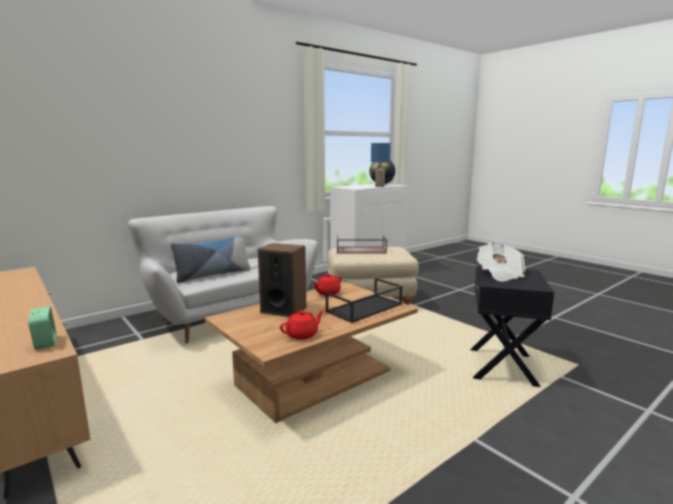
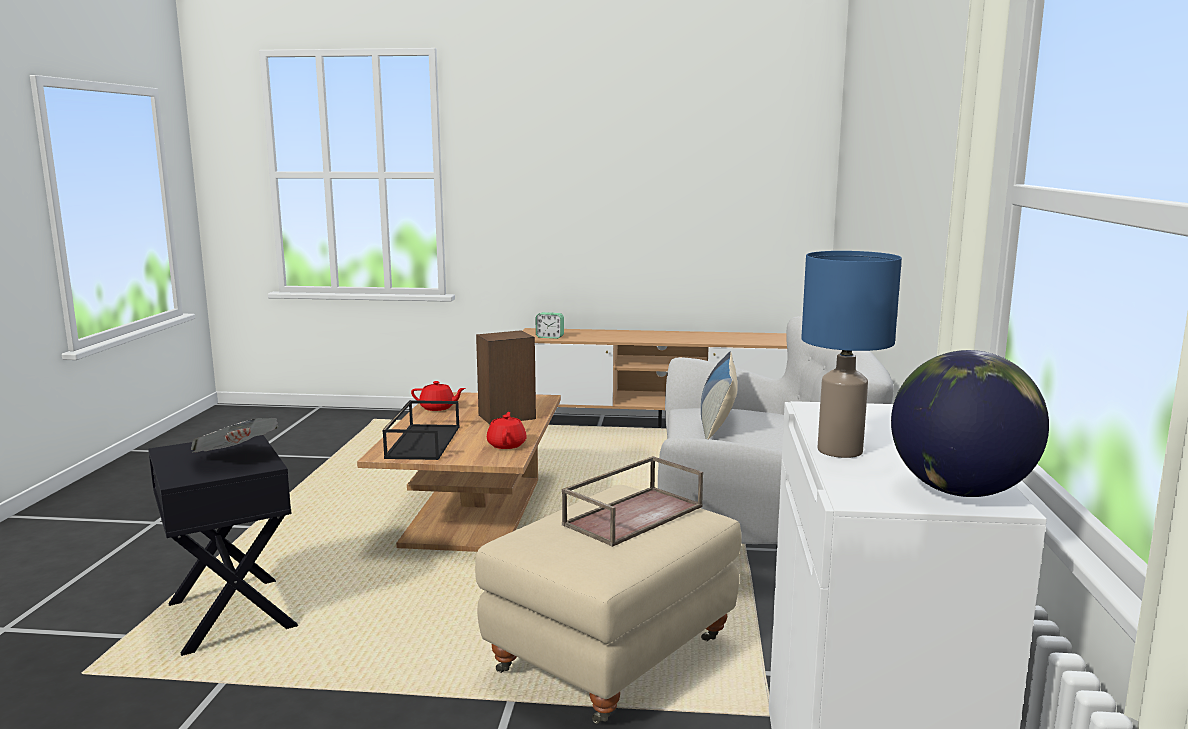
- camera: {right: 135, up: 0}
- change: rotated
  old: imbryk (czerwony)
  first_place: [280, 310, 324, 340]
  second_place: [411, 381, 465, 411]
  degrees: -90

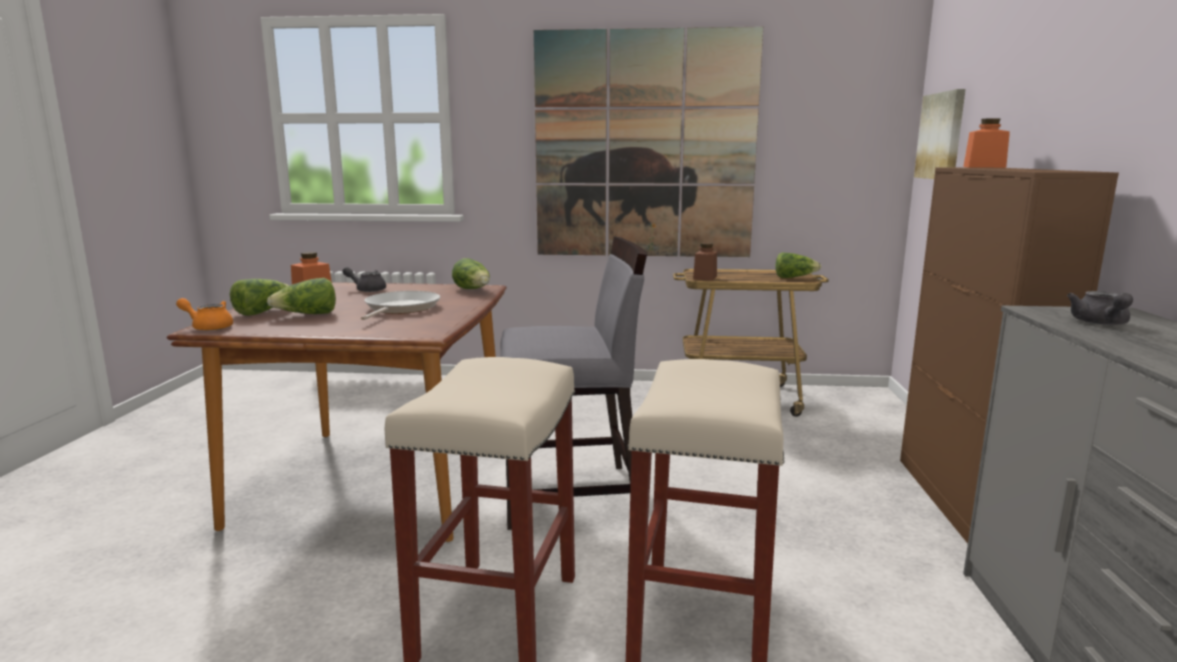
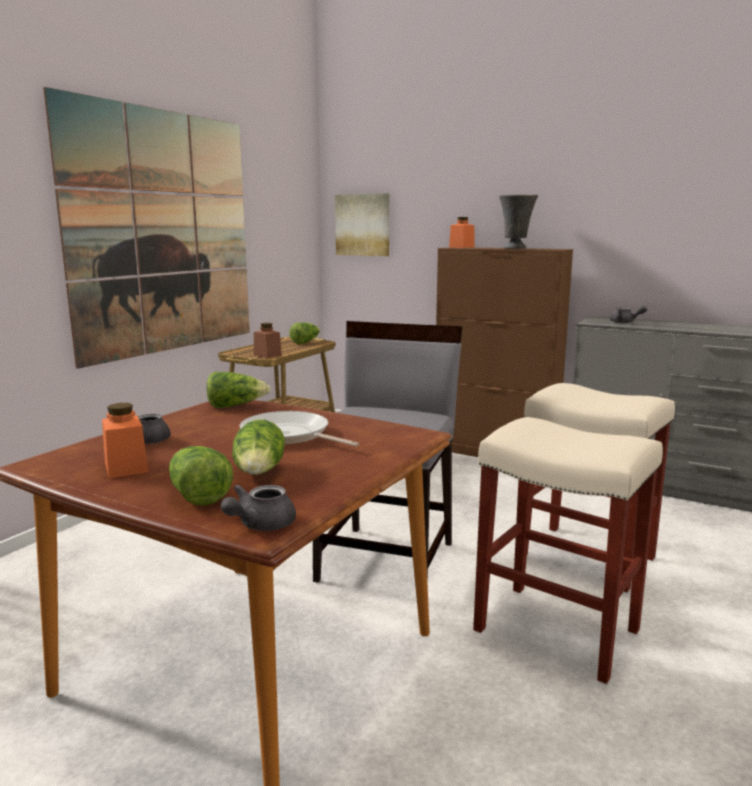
- camera: {right: -65, up: 0}
- change: repainted
  old: imbryk (pomarańczowy)
  new: imbryk (szary)
  first_place: [176, 298, 233, 331]
  second_place: [221, 485, 296, 531]
- change: new
  new: wazon (szary)
  second_place: [499, 195, 538, 249]

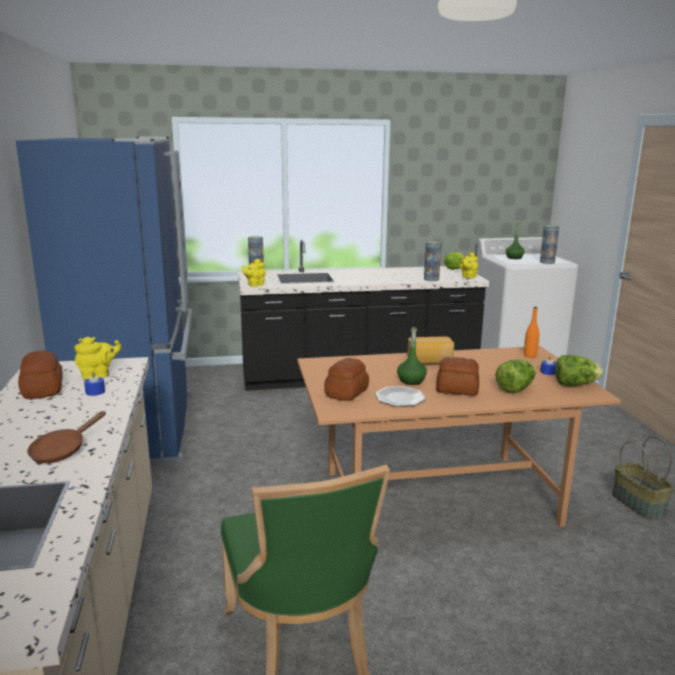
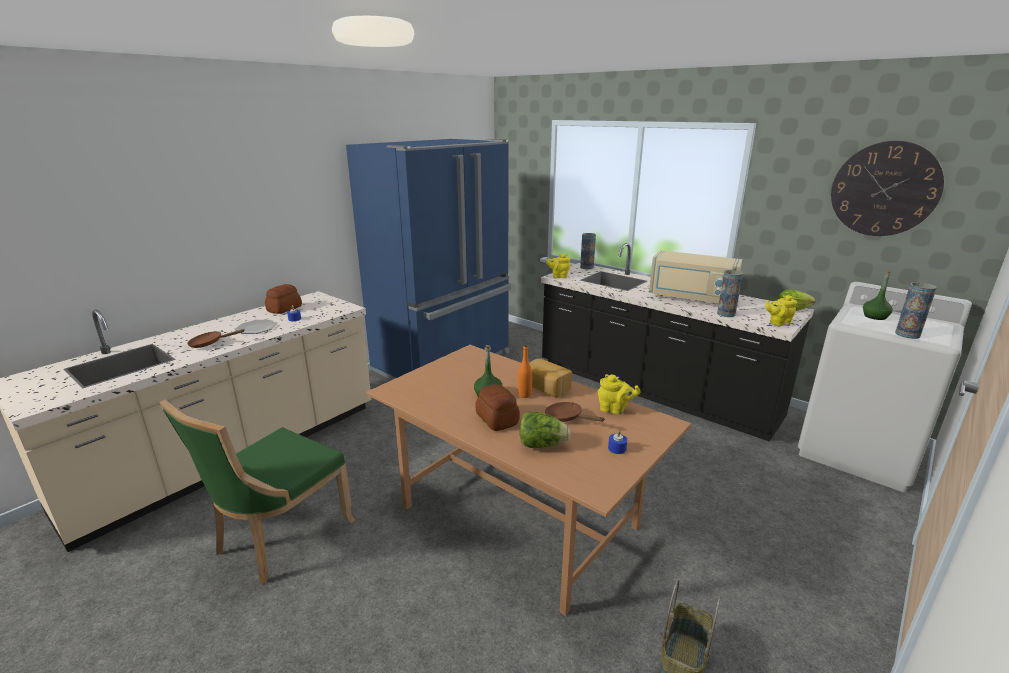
- camera: {right: 50, up: 5}
- change: shifted
  old: talerz
  first_place: [375, 386, 426, 406]
  second_place: [235, 320, 277, 334]
- change: shifted
  old: butelka (pomarańczowy)
  first_place: [524, 307, 540, 358]
  second_place: [518, 345, 532, 398]
- change: new
  new: patelnia (brązowy)
  second_place: [545, 402, 604, 422]
- change: shifted
  old: imbryk (żółty)
  first_place: [75, 337, 121, 380]
  second_place: [598, 374, 641, 414]
- change: new
  new: mikrofalówka (beżowy)
  second_place: [649, 250, 742, 303]
- change: new
  new: zegar ścienny
  second_place: [831, 141, 944, 236]
- change: gone
  old: chleb
  first_place: [324, 358, 369, 401]
- change: gone
  old: sałata
  first_place: [555, 355, 603, 386]

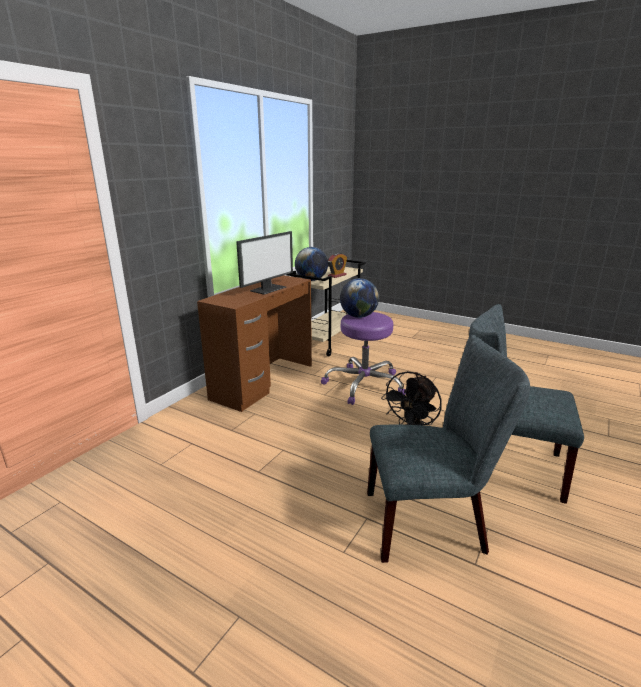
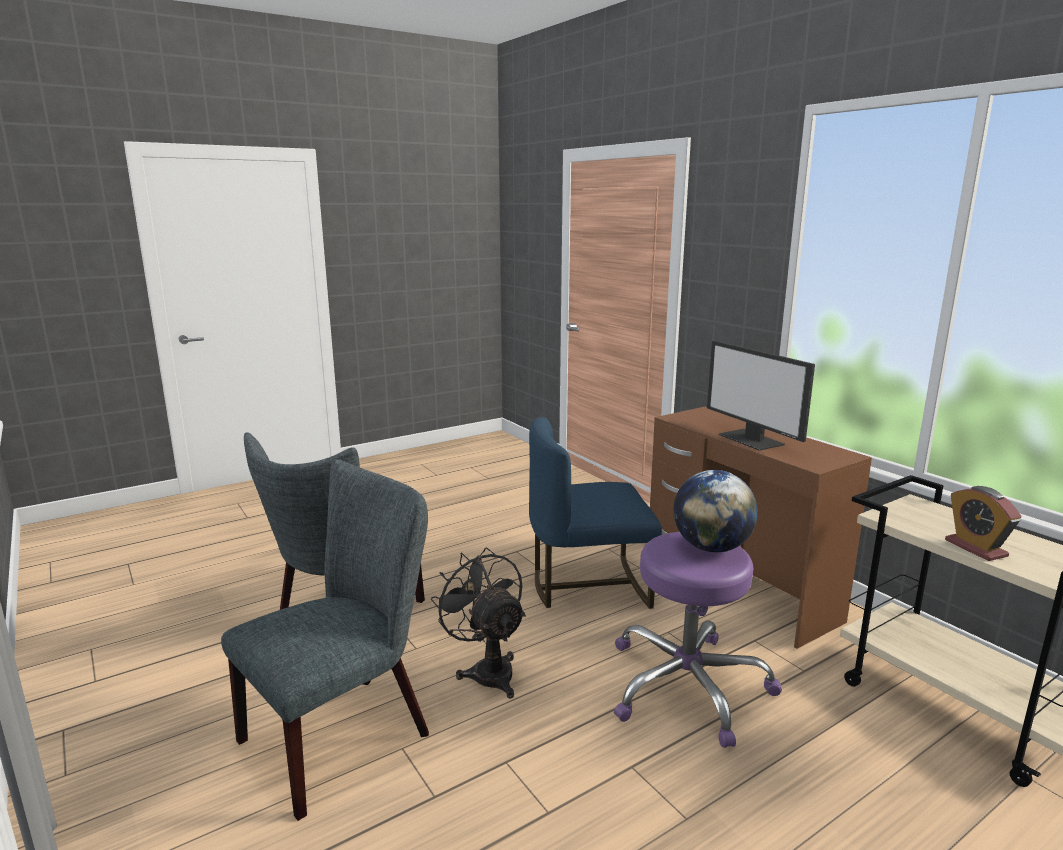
- camera: {right: 115, up: -5}
- change: new
  new: krzesło (niebieski)
  second_place: [529, 417, 662, 609]
- change: gone
  old: globus
  first_place: [295, 247, 328, 281]

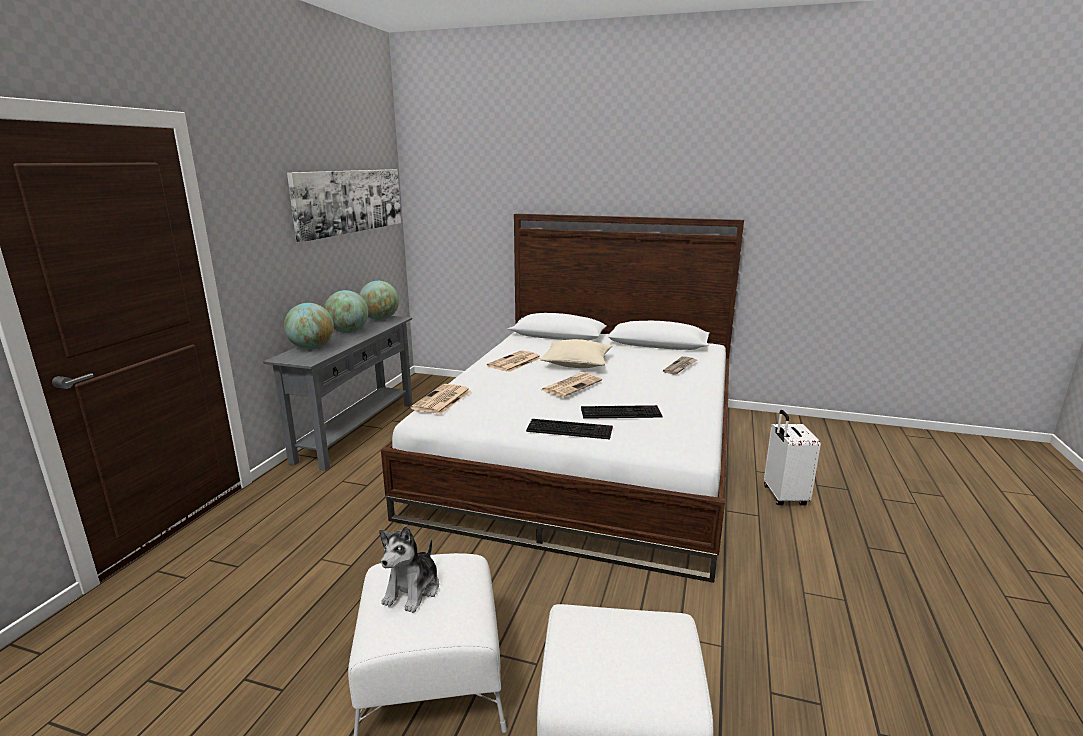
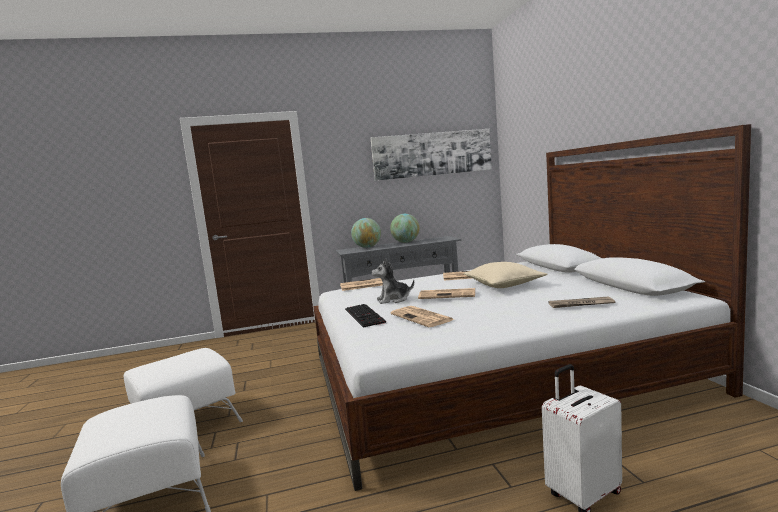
- camera: {right: 60, up: -10}
- change: shifted
  old: pluszak
  first_place: [379, 526, 439, 613]
  second_place: [371, 258, 414, 304]
- change: swapped
  old: klawiatura
  new: gazeta
  first_place: [581, 405, 663, 419]
  second_place: [390, 306, 454, 327]
- change: gone
  old: globus
  first_place: [359, 281, 399, 320]

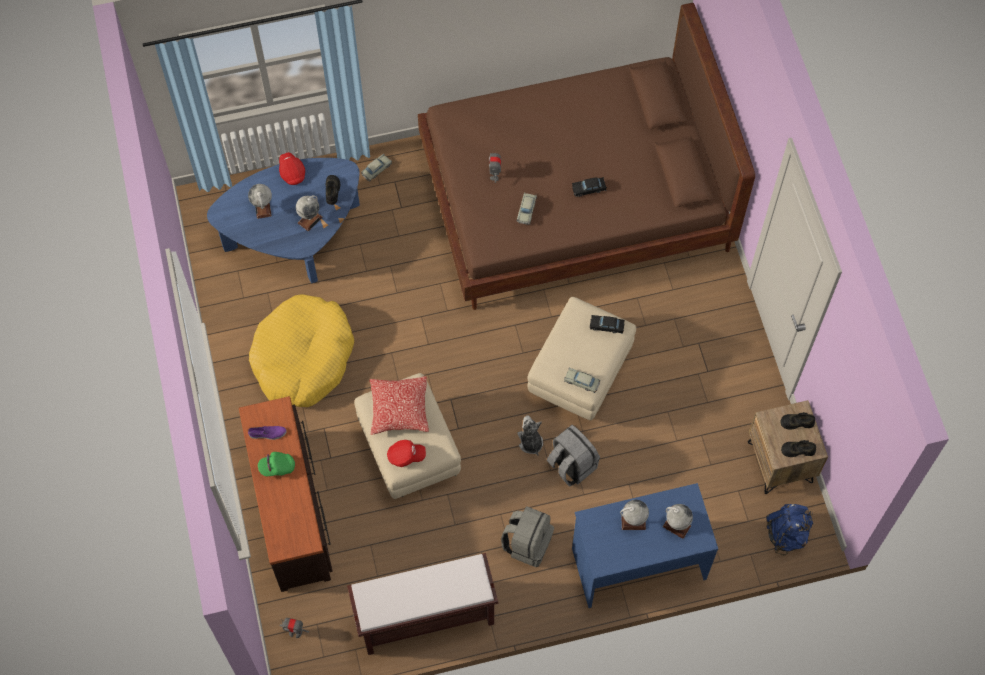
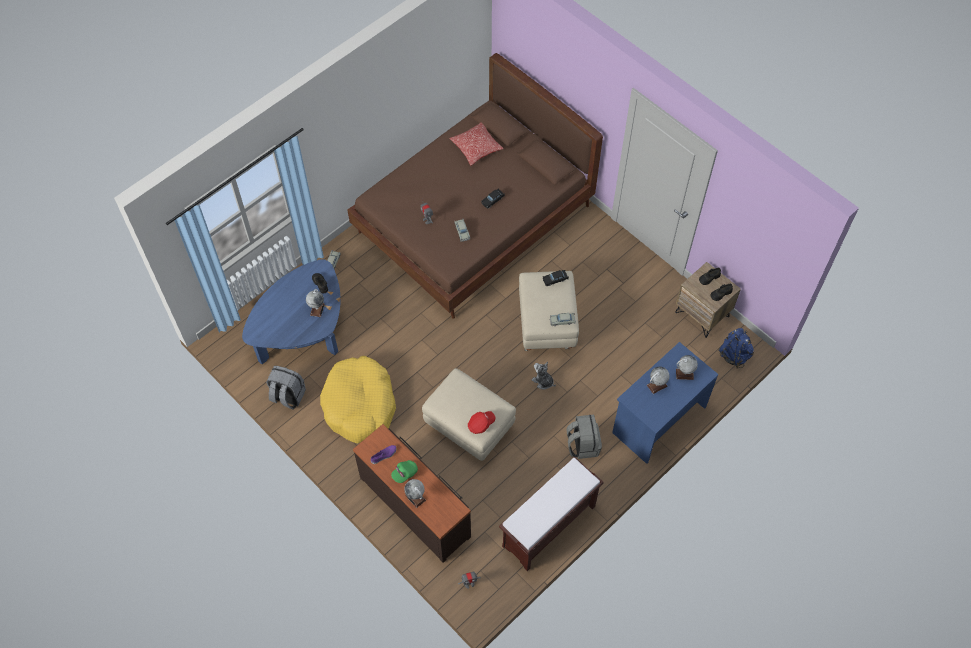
- camera: {right: -30, up: -5}
- change: shifted
  old: plecak (szary)
  first_place: [547, 425, 600, 487]
  second_place: [266, 366, 306, 410]
- change: shifted
  old: globus
  first_place: [248, 184, 272, 219]
  second_place: [404, 479, 426, 508]
- change: shifted
  old: poduszka
  first_place: [370, 376, 429, 435]
  second_place: [449, 123, 504, 165]
- change: gone
  old: czapka z daszkiem (czerwony)
  first_place: [279, 152, 305, 185]

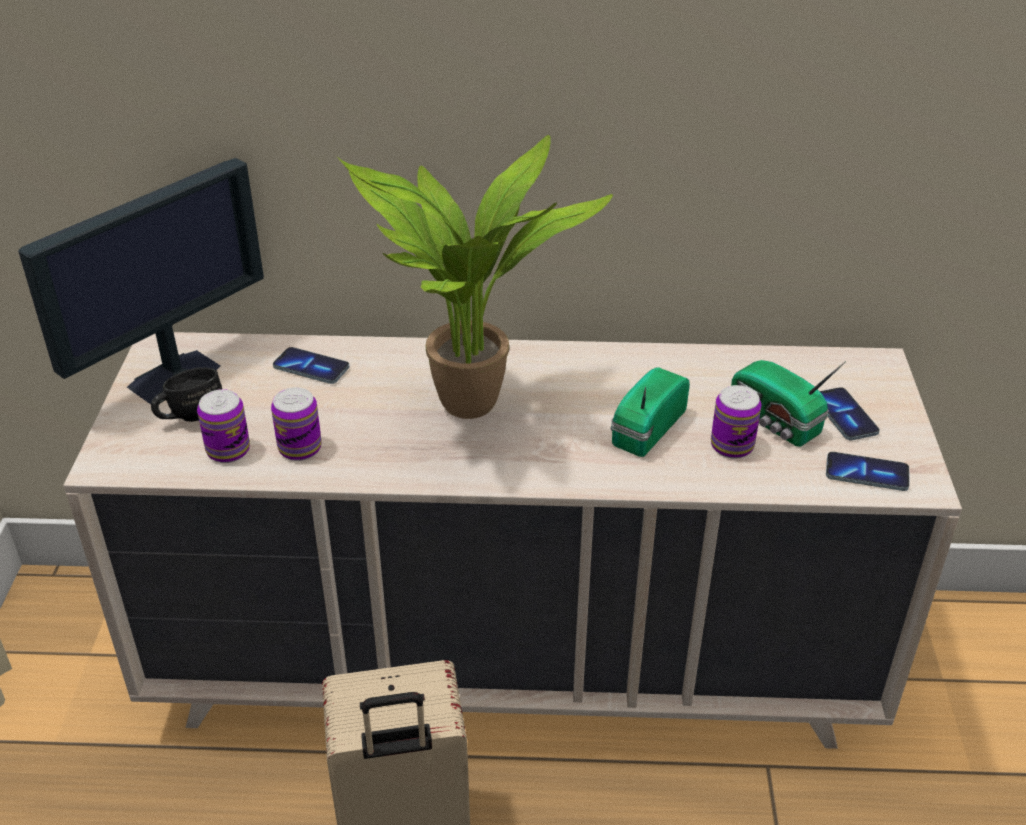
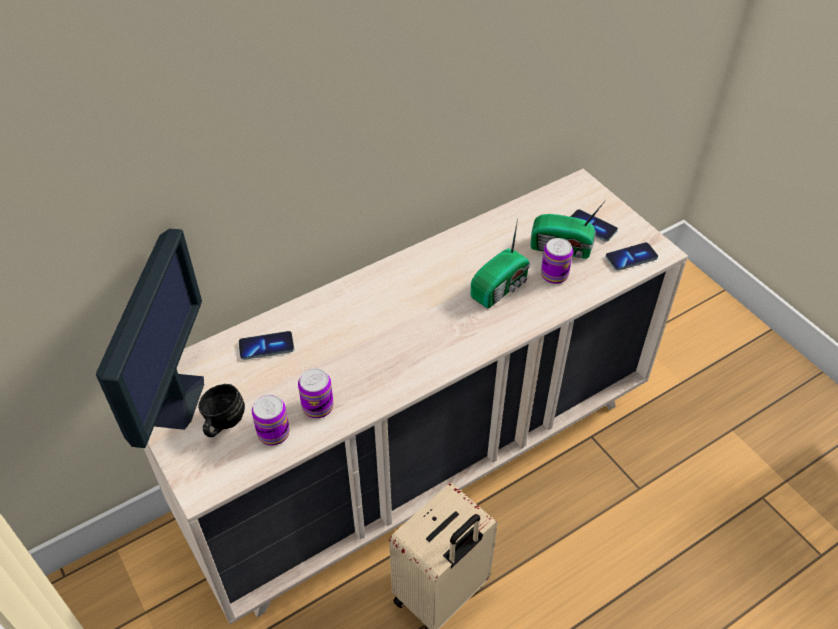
- camera: {right: -35, up: 10}
- change: rotated
  old: radio
  first_place: [611, 367, 690, 457]
  second_place: [470, 219, 530, 308]
  degrees: -135
- change: gone
  old: roślina doniczkowa
  first_place: [337, 135, 613, 419]

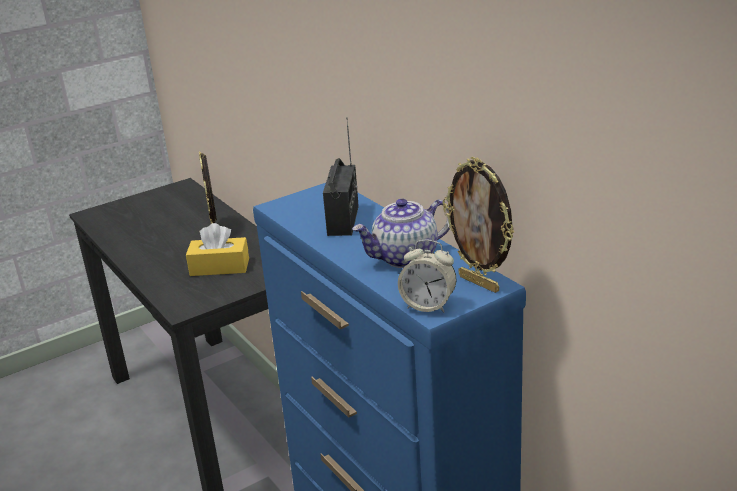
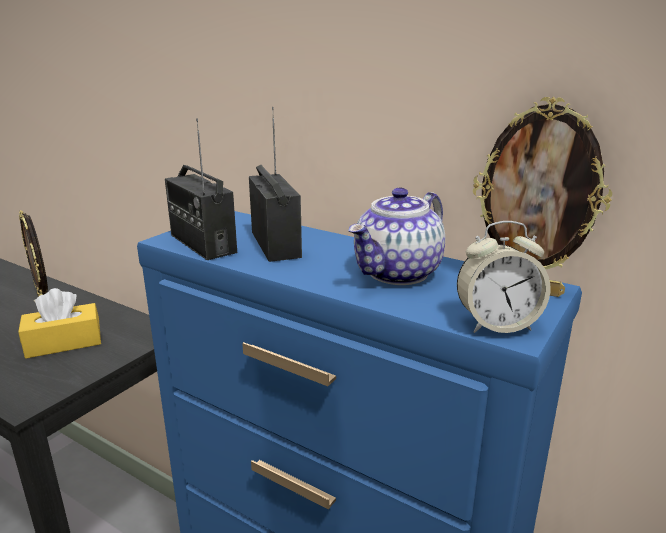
- camera: {right: -25, up: -5}
- change: new
  new: radio
  second_place: [165, 118, 237, 260]

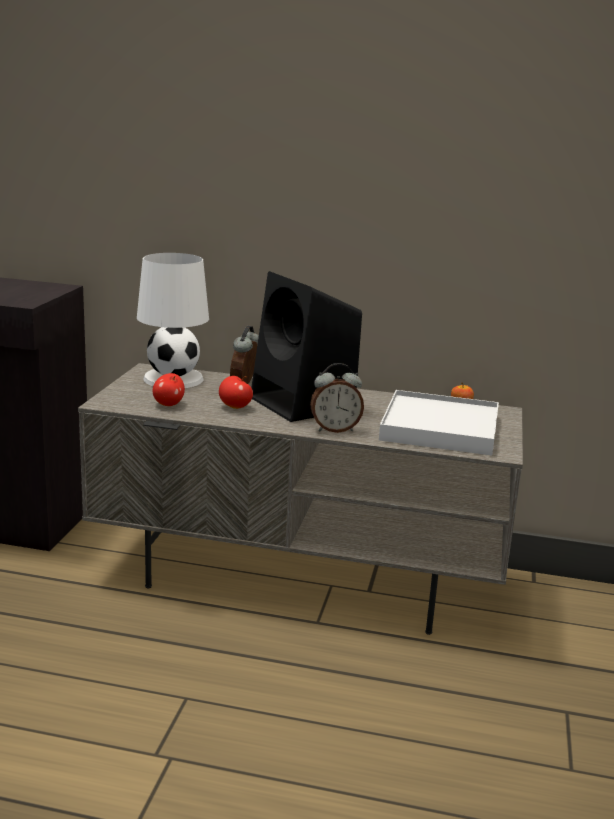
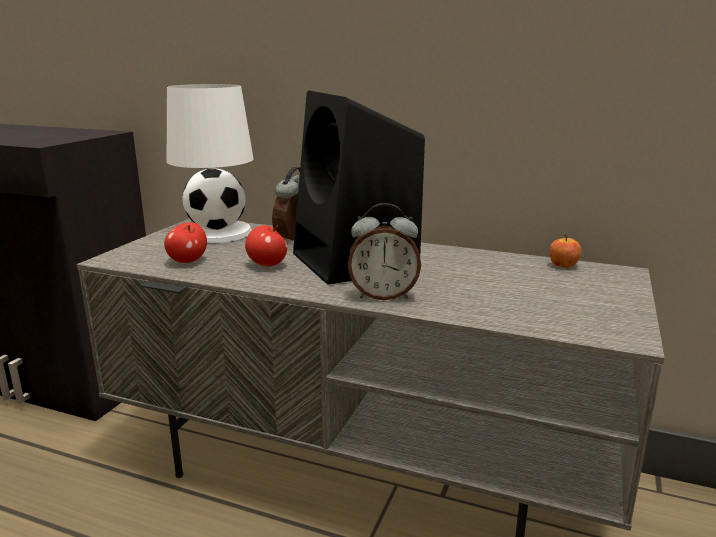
- camera: {right: 10, up: 0}
- change: gone
  old: taca (biały)
  first_place: [379, 390, 499, 455]

